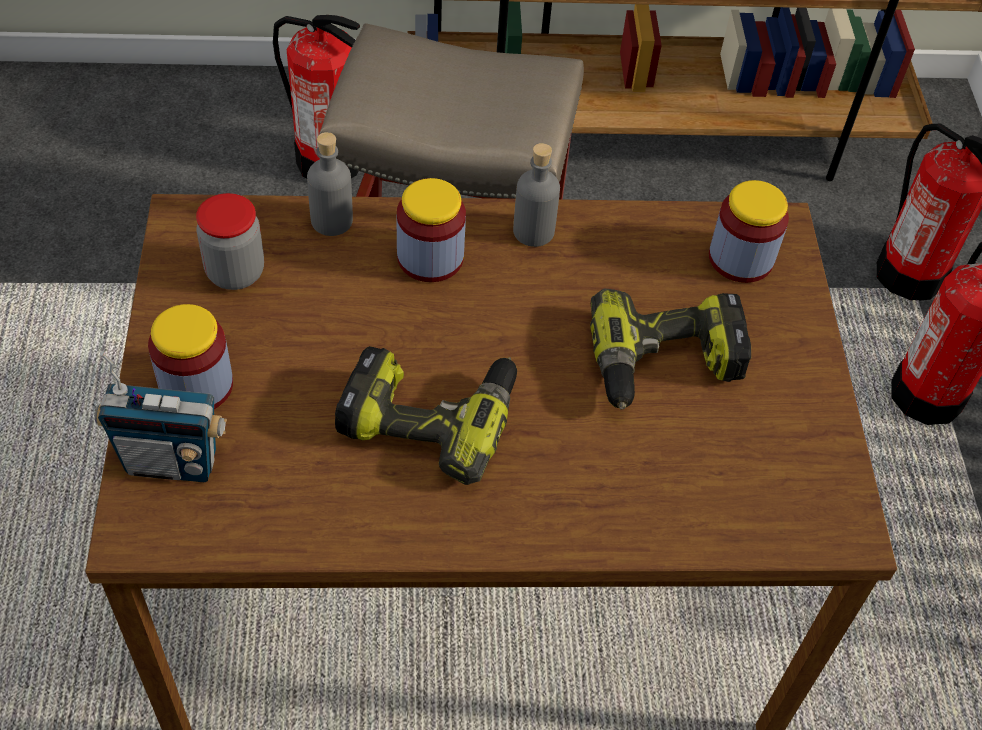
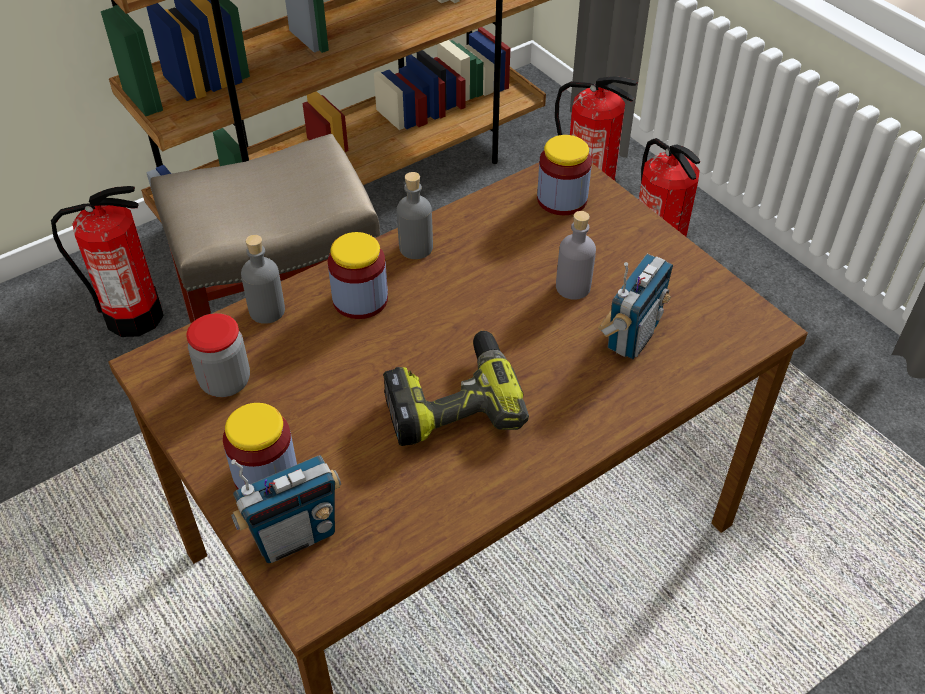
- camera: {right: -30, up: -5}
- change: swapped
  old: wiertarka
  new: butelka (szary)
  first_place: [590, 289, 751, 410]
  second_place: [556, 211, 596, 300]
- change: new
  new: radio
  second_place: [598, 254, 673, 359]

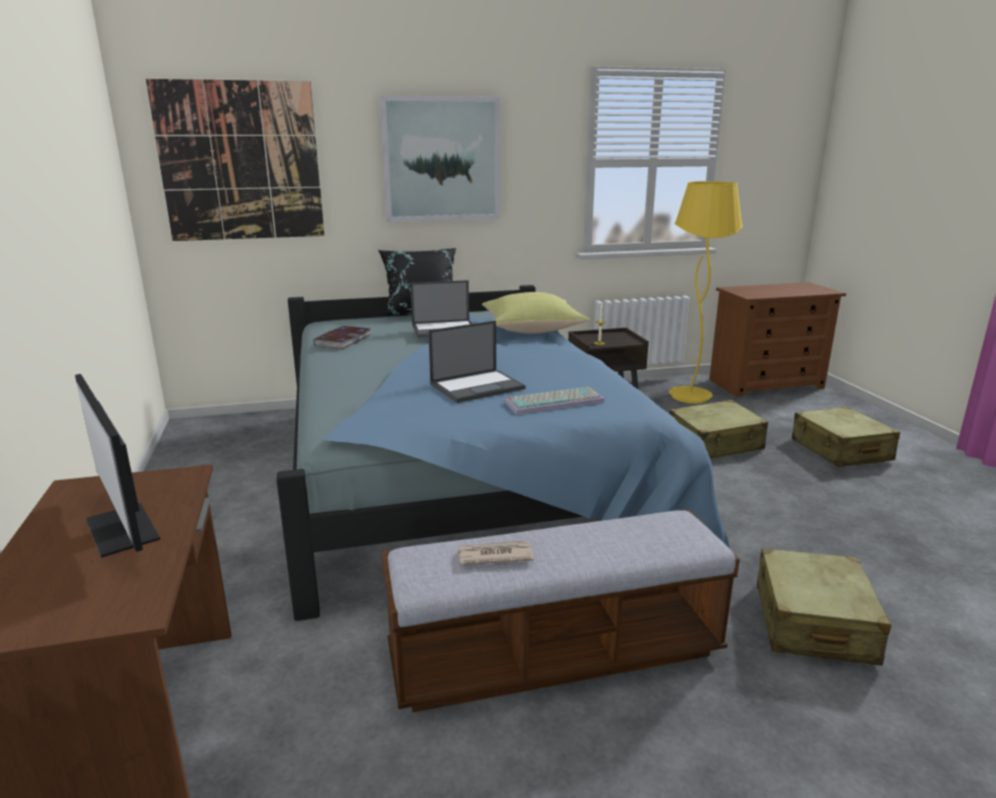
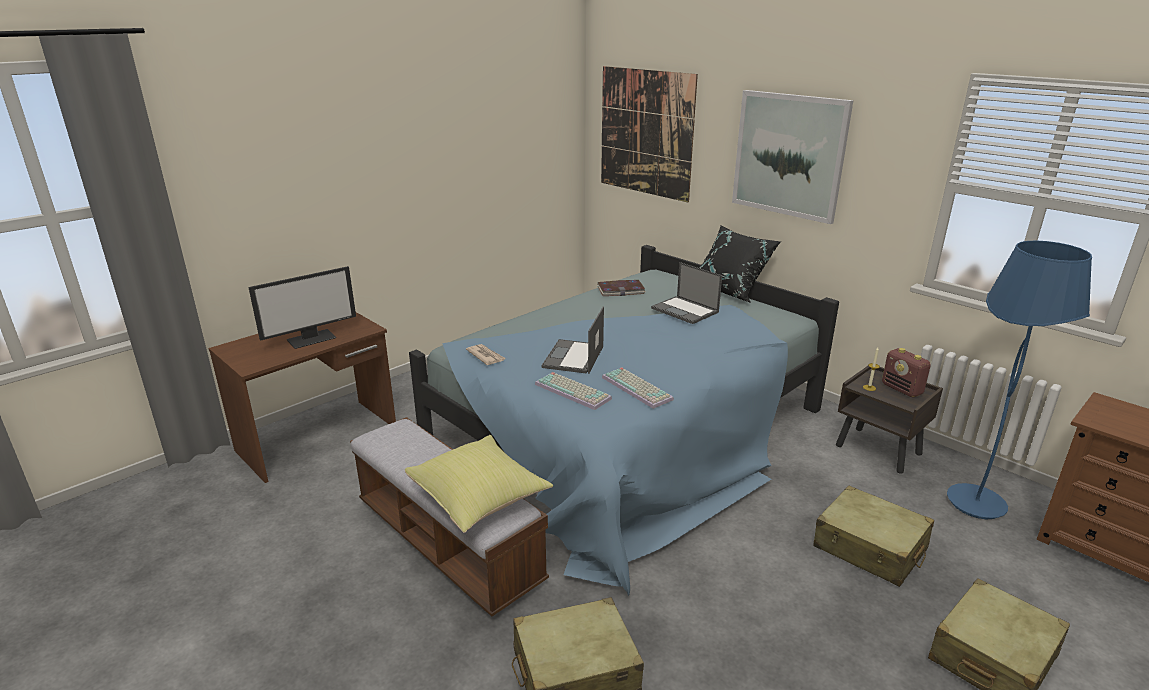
- camera: {right: 60, up: 5}
- change: rotated
  old: monitor
  first_place: [75, 374, 160, 558]
  second_place: [248, 266, 356, 349]
  degrees: -150
- change: shifted
  old: poduszka (żółty)
  first_place: [482, 292, 590, 333]
  second_place: [405, 435, 553, 533]
- change: shifted
  old: gazeta
  first_place: [457, 540, 534, 565]
  second_place: [466, 344, 506, 365]
- change: rotated
  old: laptop
  first_place: [428, 320, 526, 403]
  second_place: [542, 306, 604, 374]
  degrees: 75
- change: new
  new: klawiatura
  second_place: [602, 367, 674, 409]
- change: new
  new: radio
  second_place: [882, 348, 931, 398]
- change: repainted
  old: lampa stojąca (żółty)
  new: lampa stojąca (niebieski)
  first_place: [669, 181, 743, 404]
  second_place: [947, 241, 1092, 519]

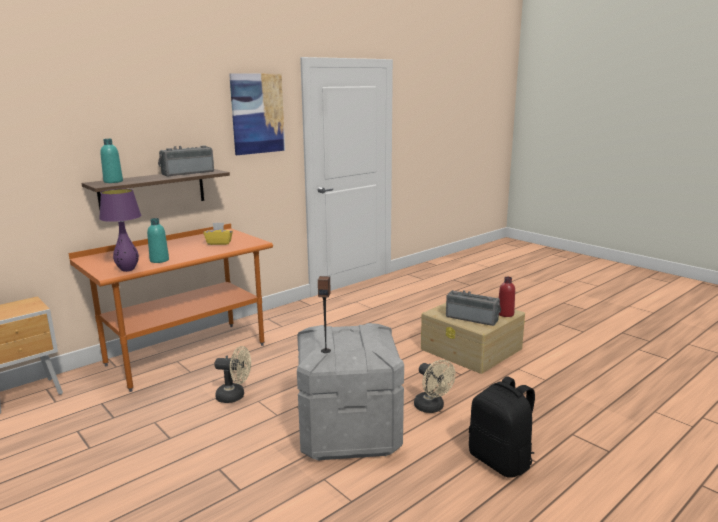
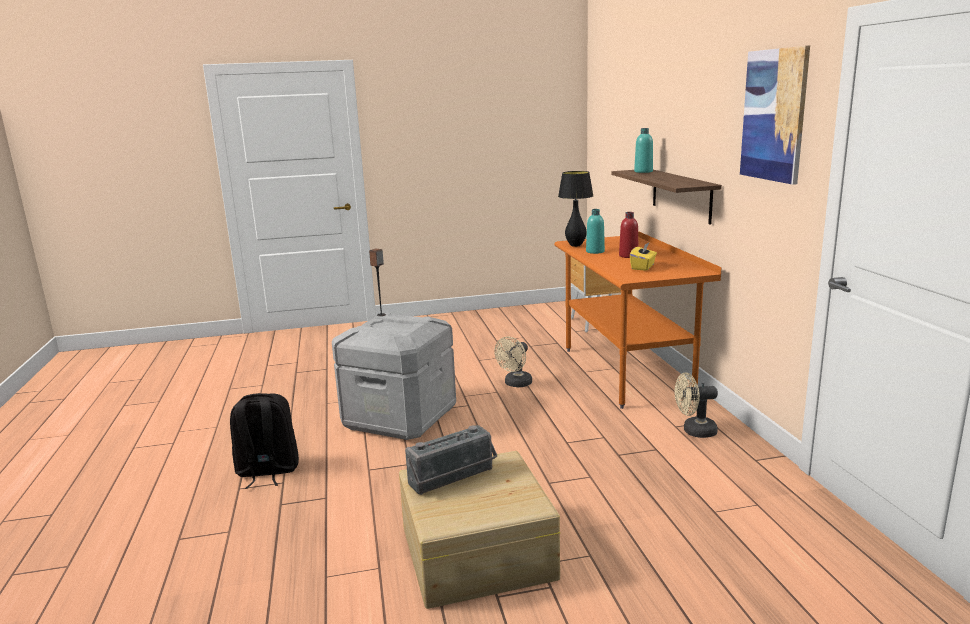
- camera: {right: 120, up: 0}
- change: repainted
  old: lampa stołowa (fioletowy)
  new: lampa stołowa (czarny)
  first_place: [99, 189, 141, 272]
  second_place: [558, 171, 594, 247]
- change: shifted
  old: butelka (czerwony)
  first_place: [499, 277, 515, 317]
  second_place: [619, 212, 638, 258]
- change: shifted
  old: wentylator (beżowy)
  first_place: [414, 360, 456, 413]
  second_place: [675, 372, 718, 438]
- change: gone
  old: radio
  first_place: [158, 146, 214, 177]

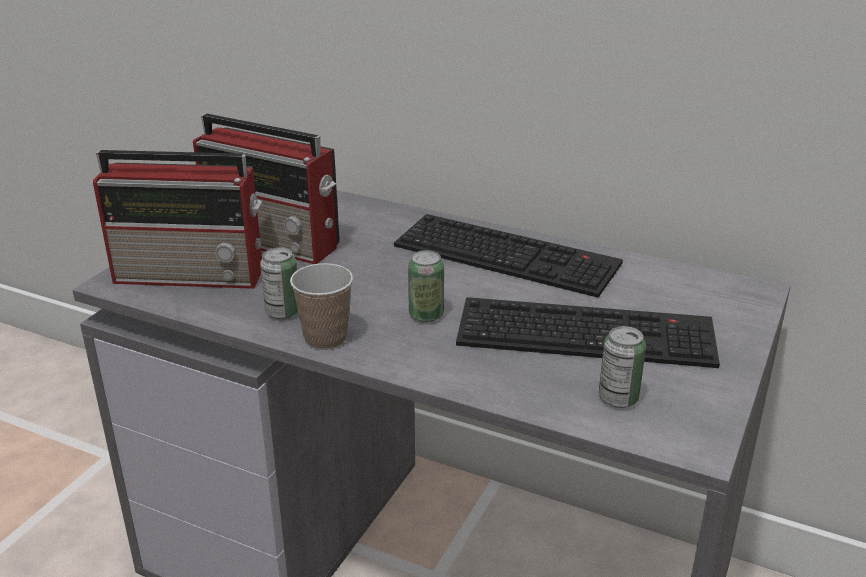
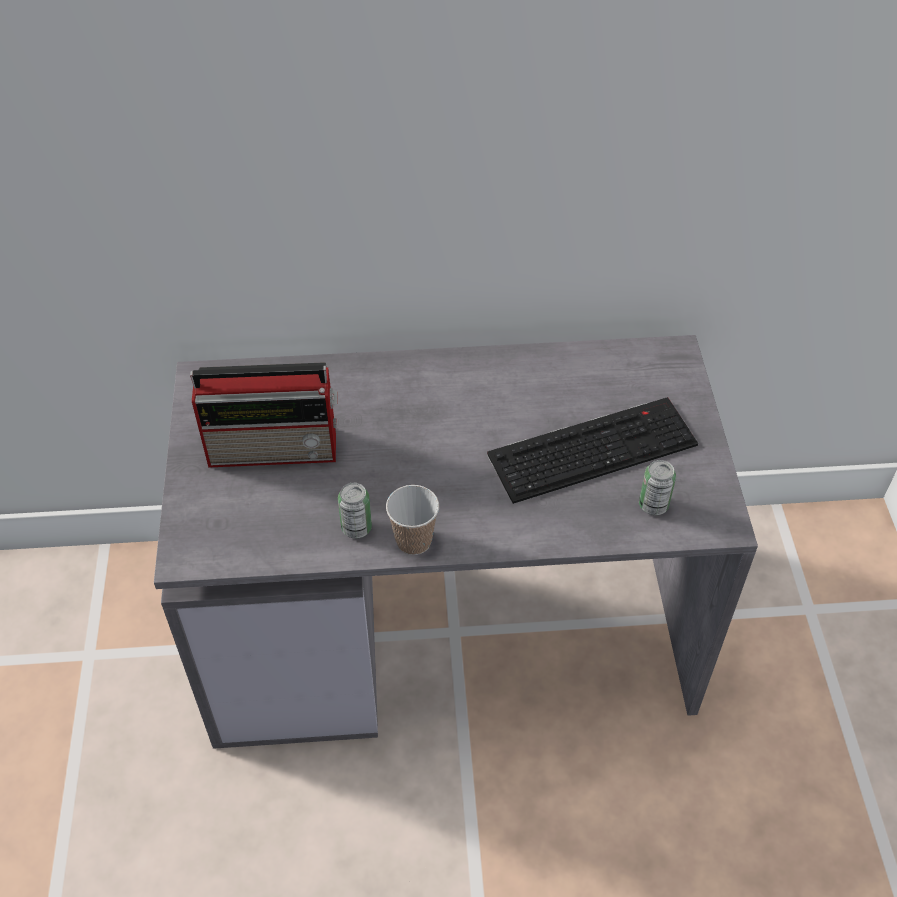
- camera: {right: -30, up: 20}
- change: gone
  old: radio
  first_place: [93, 150, 263, 289]
- change: gone
  old: klawiatura
  first_place: [394, 214, 623, 298]
- change: gone
  old: puszka
  first_place: [408, 250, 444, 322]

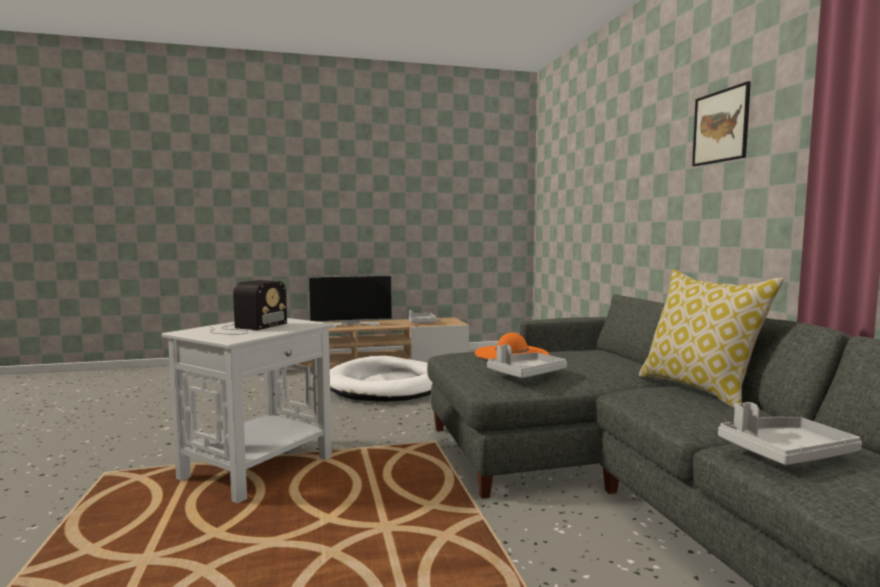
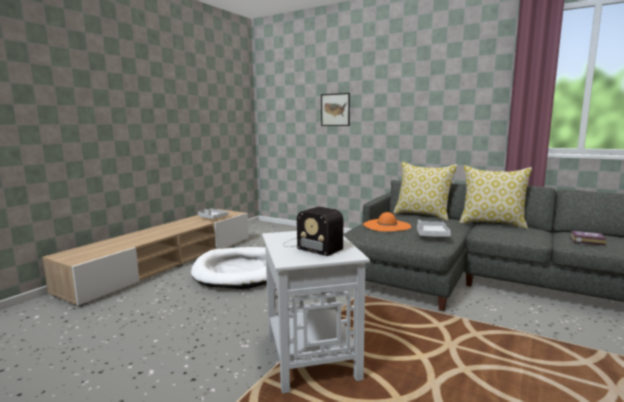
- camera: {right: -45, up: 5}
- change: rotated
  old: radio
  first_place: [210, 280, 287, 334]
  second_place: [283, 207, 343, 256]
  degrees: 150
- change: shifted
  old: obraz
  first_place: [692, 81, 751, 166]
  second_place: [321, 93, 350, 126]
- change: new
  new: poduszka
  second_place: [393, 162, 458, 221]
- change: swapped
  old: taca (szary)
  new: książka
  first_place: [718, 402, 862, 465]
  second_place: [570, 231, 607, 246]
- change: gone
  old: telewizor
  first_place: [308, 276, 392, 327]

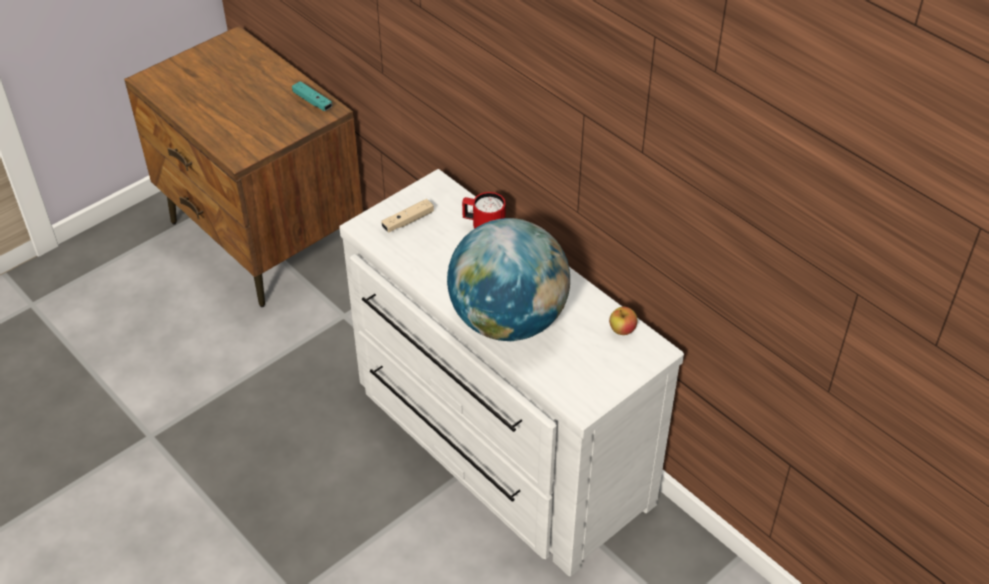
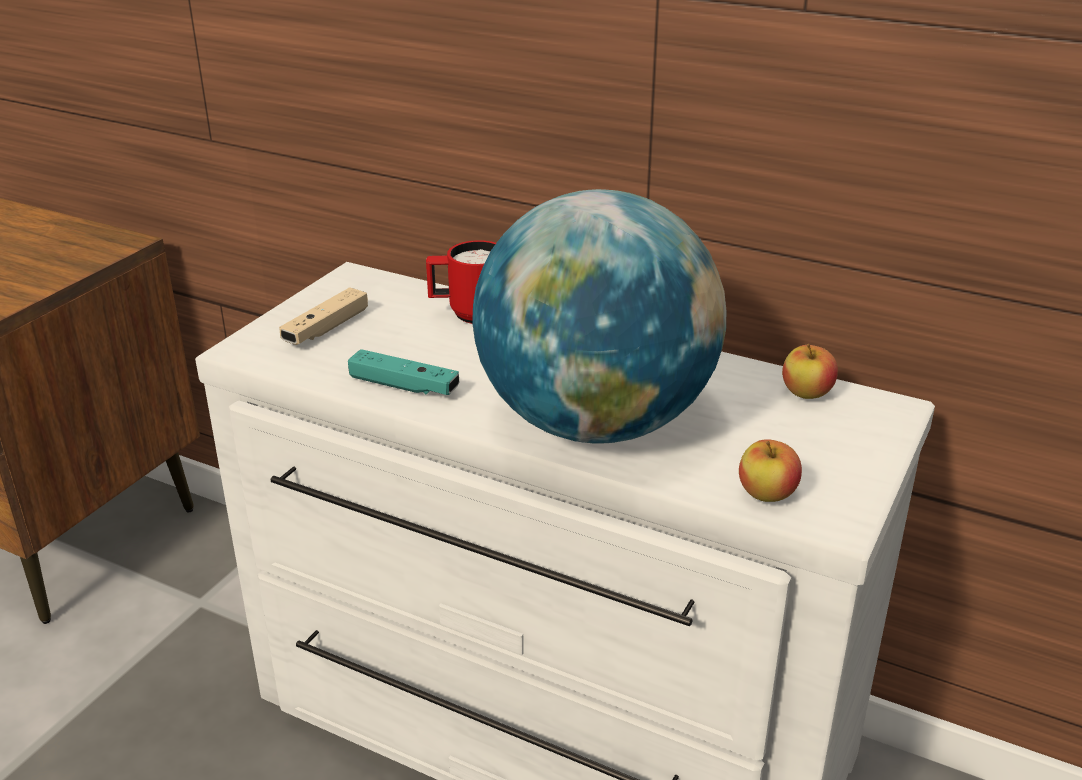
- camera: {right: -20, up: -15}
- change: shifted
  old: pad do gier (turkusowy)
  first_place: [292, 81, 333, 111]
  second_place: [348, 349, 459, 395]
- change: new
  new: jabłko
  second_place: [739, 439, 802, 502]

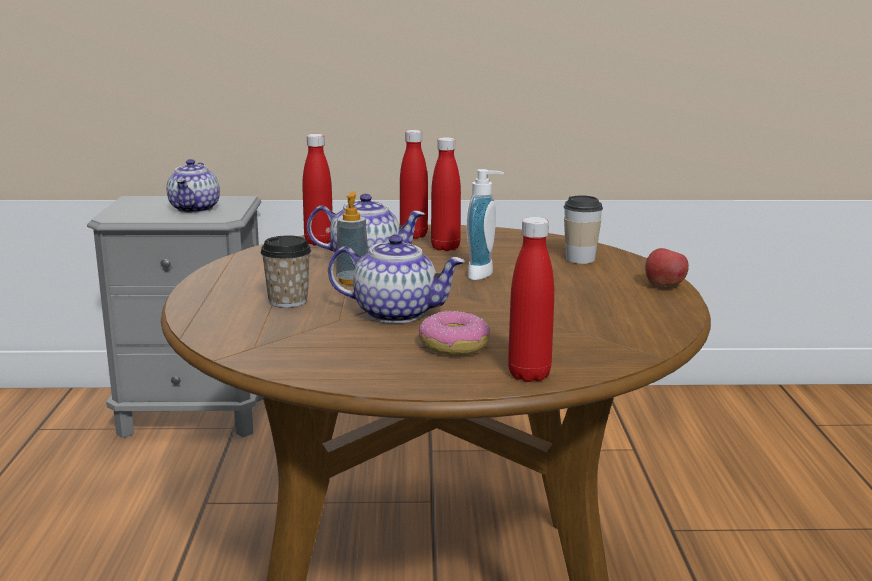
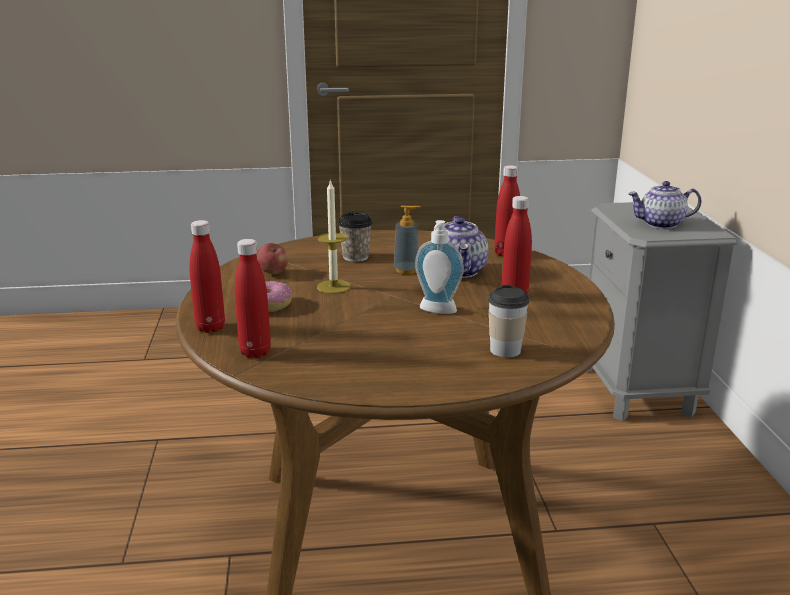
- camera: {right: 85, up: 5}
- change: shifted
  old: butelka (czerwony)
  first_place: [400, 130, 428, 239]
  second_place: [235, 239, 271, 358]
- change: shifted
  old: jabłko
  first_place: [645, 248, 689, 287]
  second_place: [257, 243, 288, 274]
- change: swapped
  old: imbryk
  new: świeca
  first_place: [328, 235, 465, 323]
  second_place: [317, 179, 351, 294]

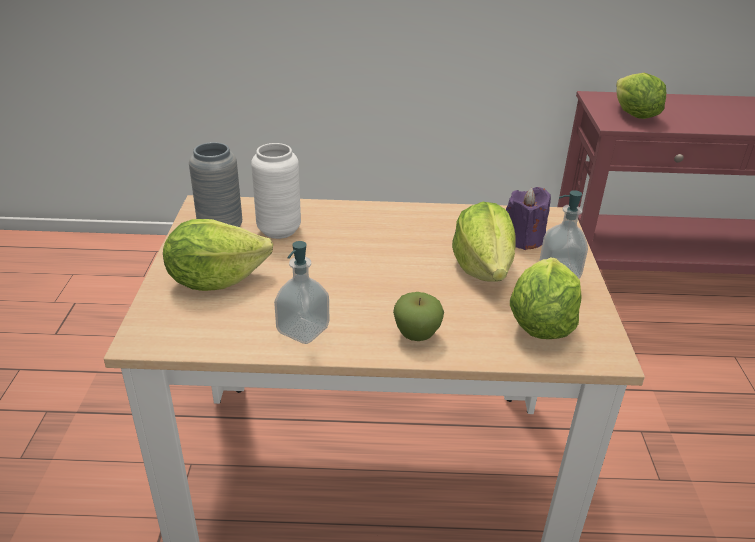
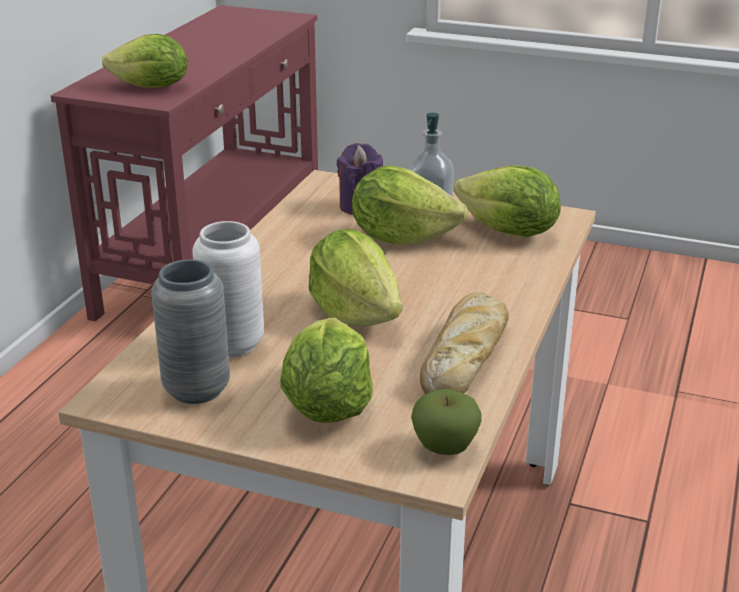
- camera: {right: -70, up: -5}
- change: new
  new: sałata
  second_place: [308, 229, 402, 326]
- change: shifted
  old: jabłko
  first_place: [393, 292, 444, 341]
  second_place: [411, 389, 481, 455]
- change: swapped
  old: dozownik mydła
  new: chleb
  first_place: [274, 241, 329, 344]
  second_place: [420, 292, 509, 394]

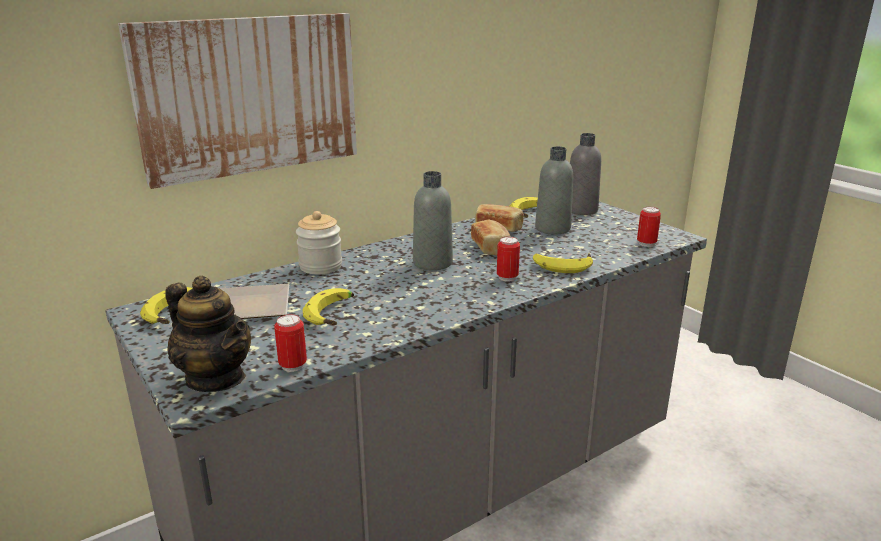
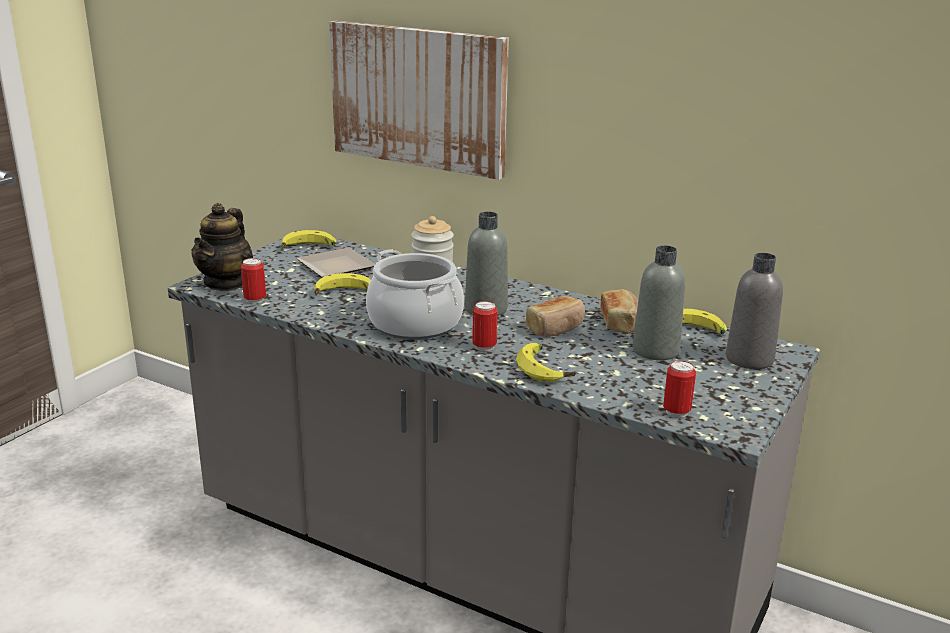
- camera: {right: 65, up: 0}
- change: new
  new: garnek
  second_place: [366, 249, 464, 340]

